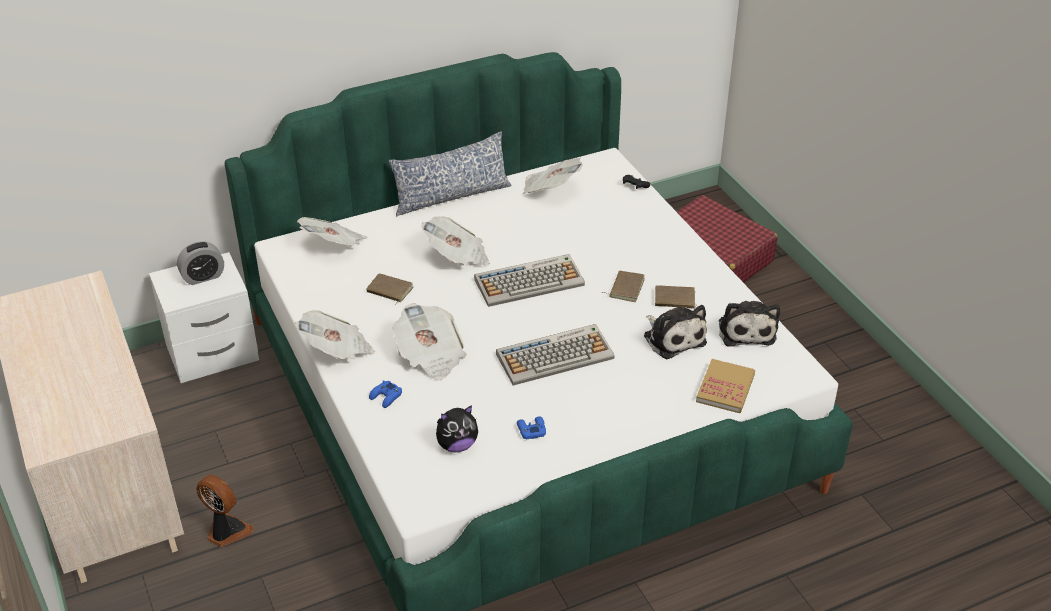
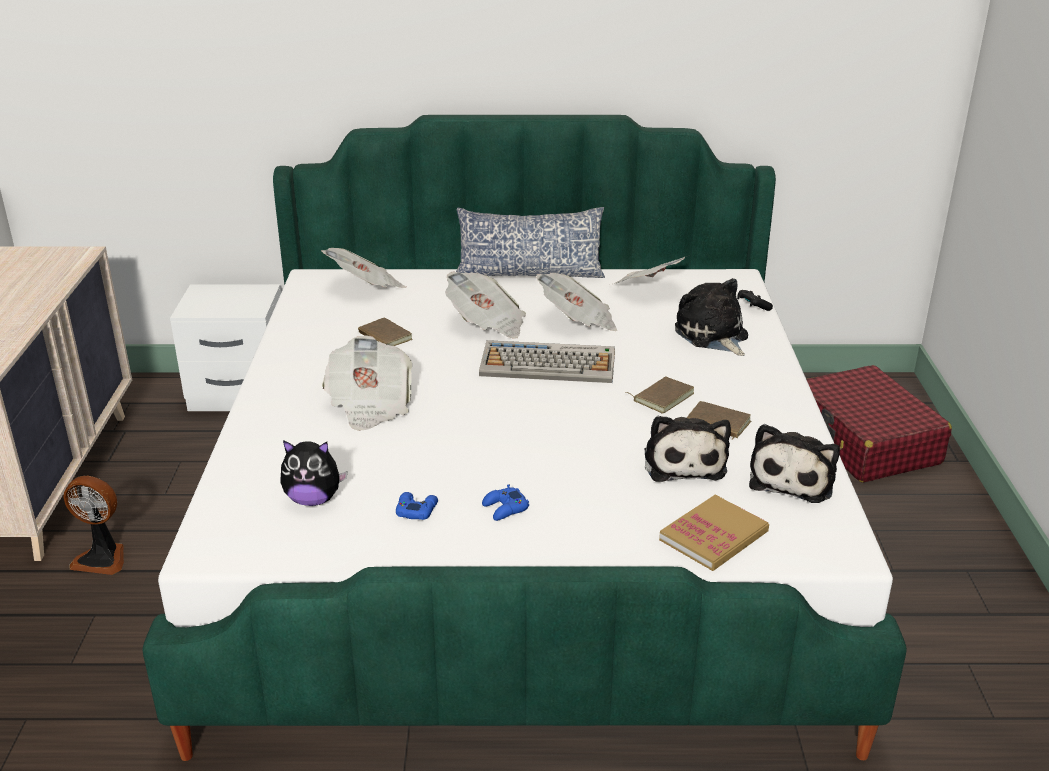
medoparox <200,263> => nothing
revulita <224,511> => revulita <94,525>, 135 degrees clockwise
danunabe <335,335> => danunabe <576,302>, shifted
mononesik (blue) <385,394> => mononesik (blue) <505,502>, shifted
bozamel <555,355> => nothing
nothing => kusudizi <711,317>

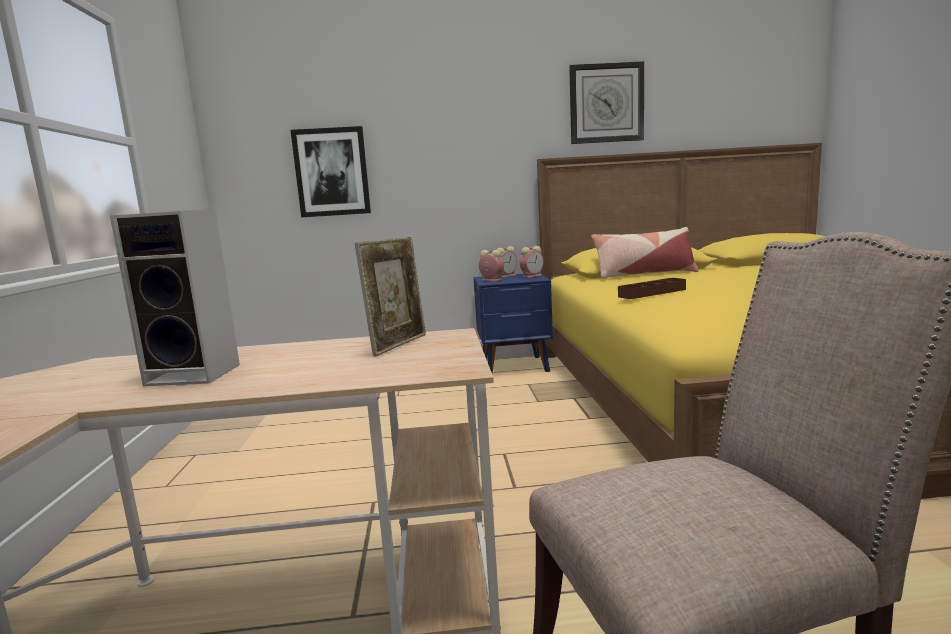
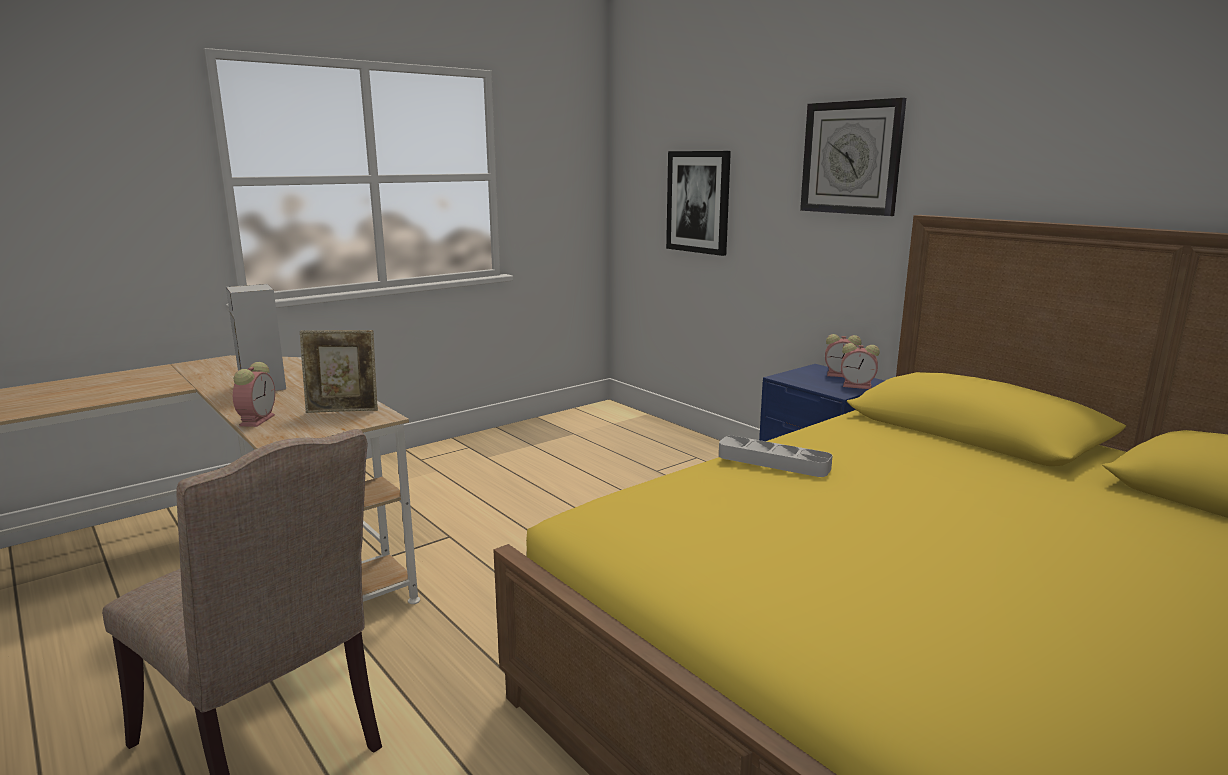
medoparox <491,265> => medoparox <254,394>, shifted
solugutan <606,102> => solugutan <853,157>, shifted
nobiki <645,253> => nothing
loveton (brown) <652,288> => loveton (grey) <776,456>

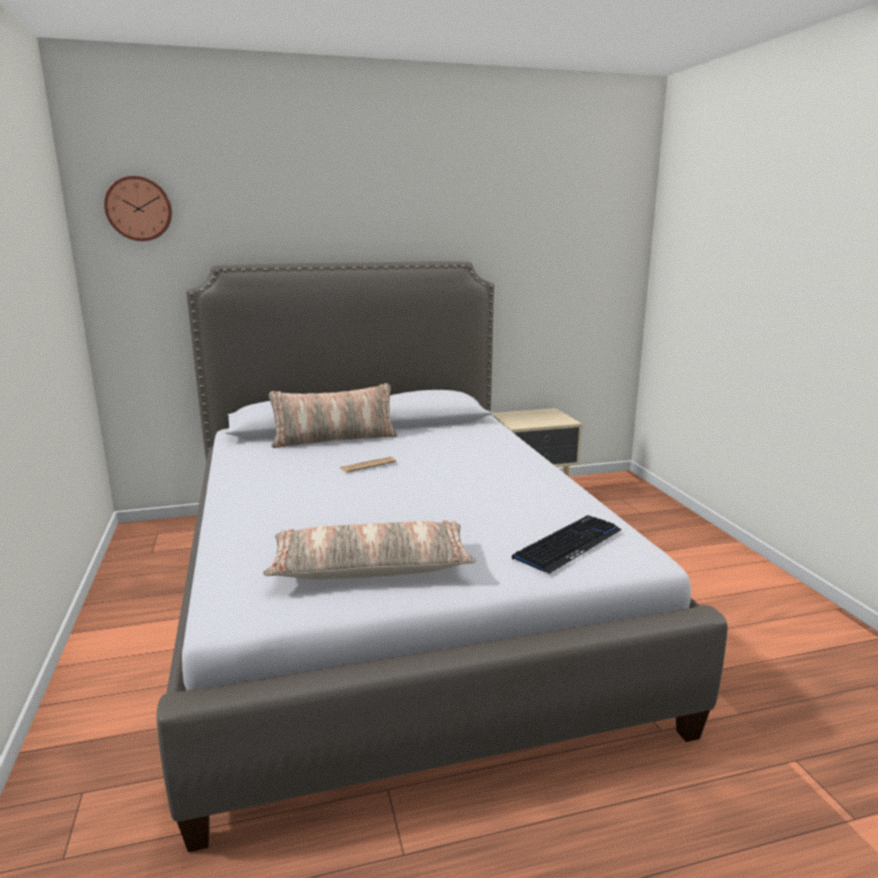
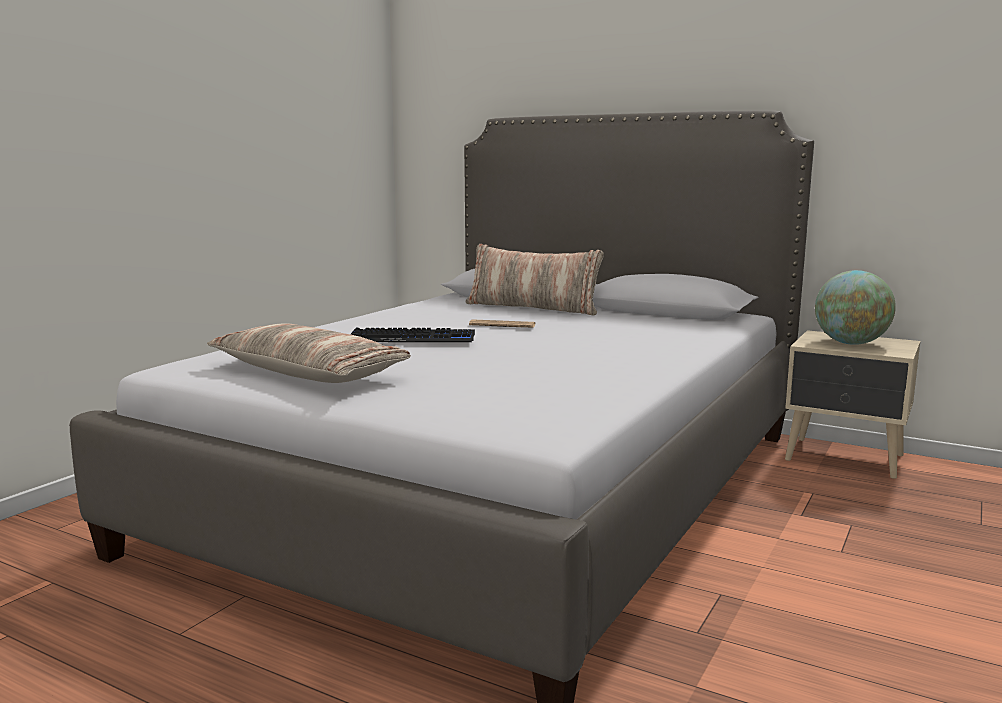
solugutan <138,208> => nothing
bozamel <566,544> => bozamel <413,335>, shifted
nothing => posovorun <855,307>

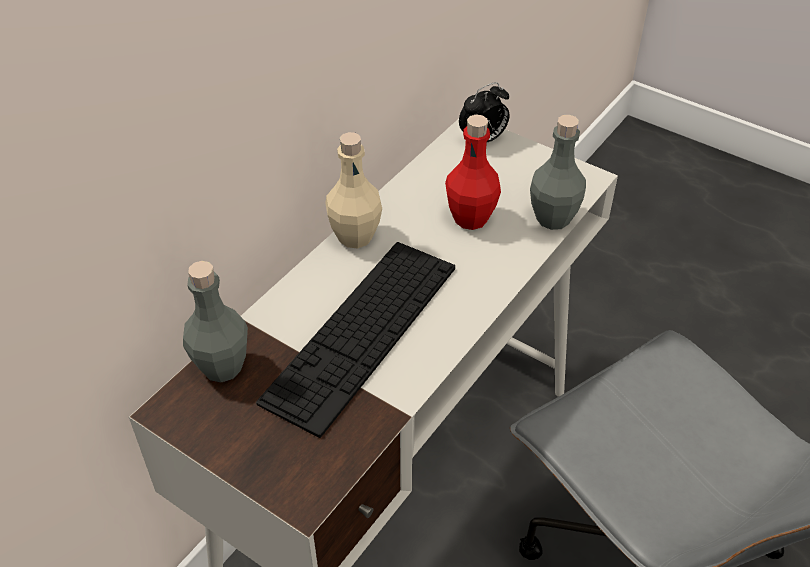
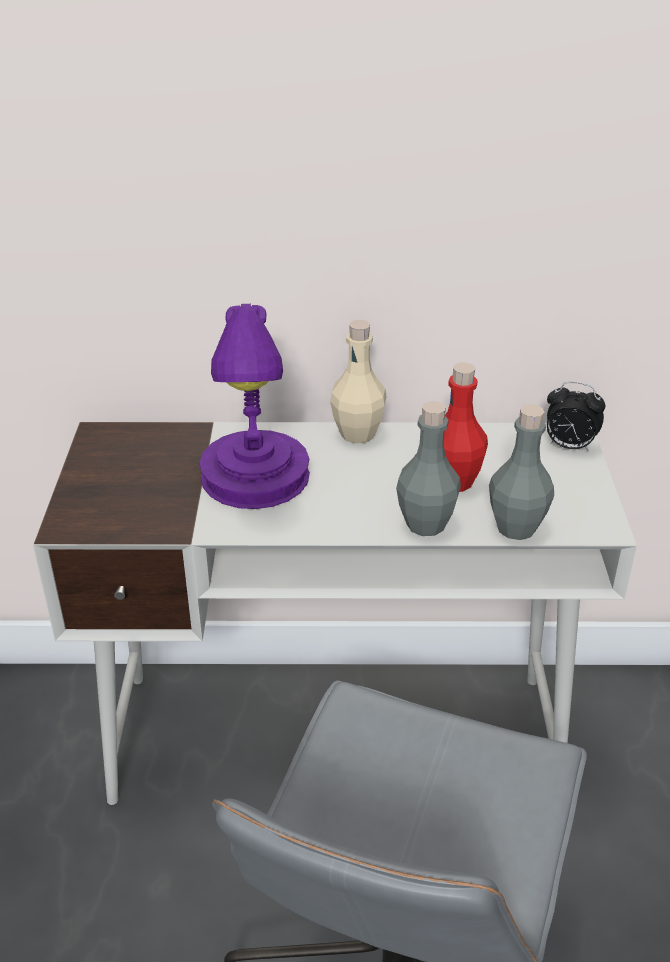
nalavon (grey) <215,321> => nalavon (grey) <428,468>, shifted
bozamel <355,340> => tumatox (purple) <254,406>

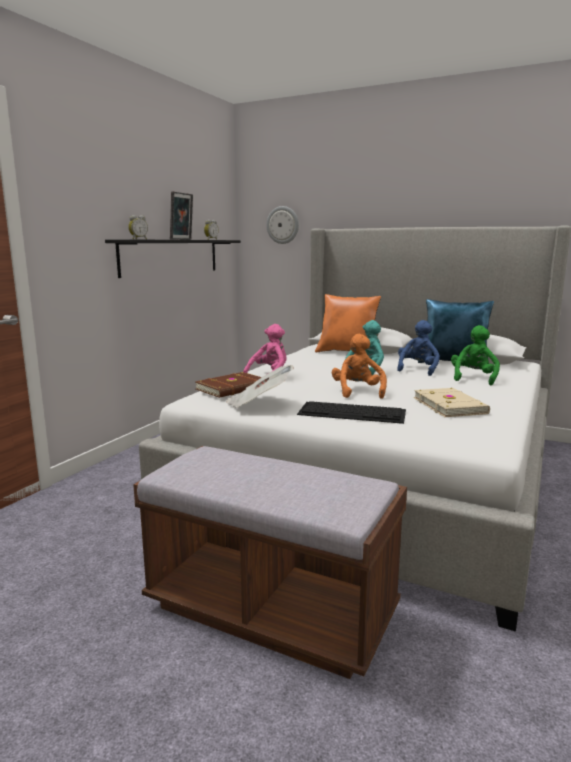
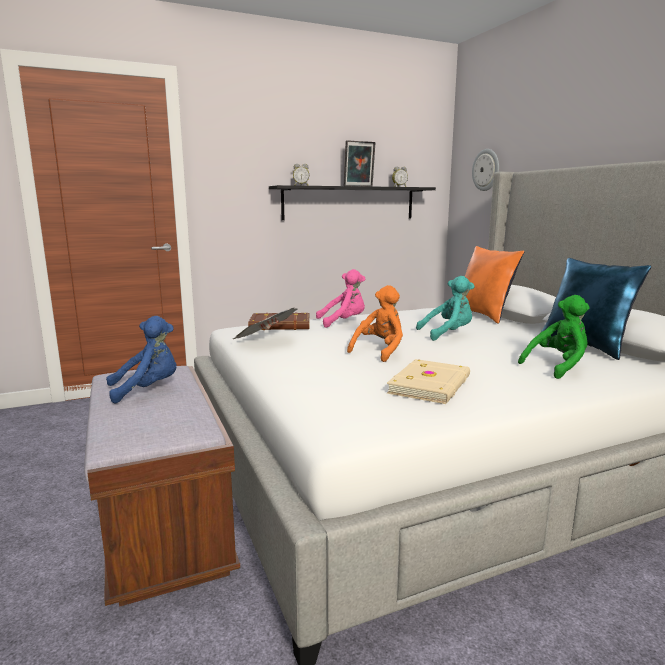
bozamel <351,412> => nothing
kusudizi (blue) <418,348> => kusudizi (blue) <141,360>, shifted

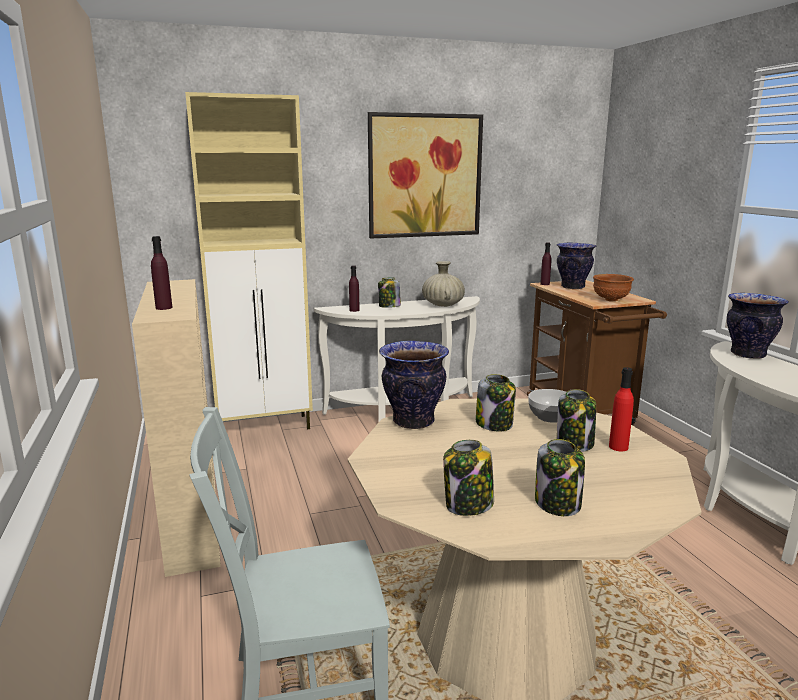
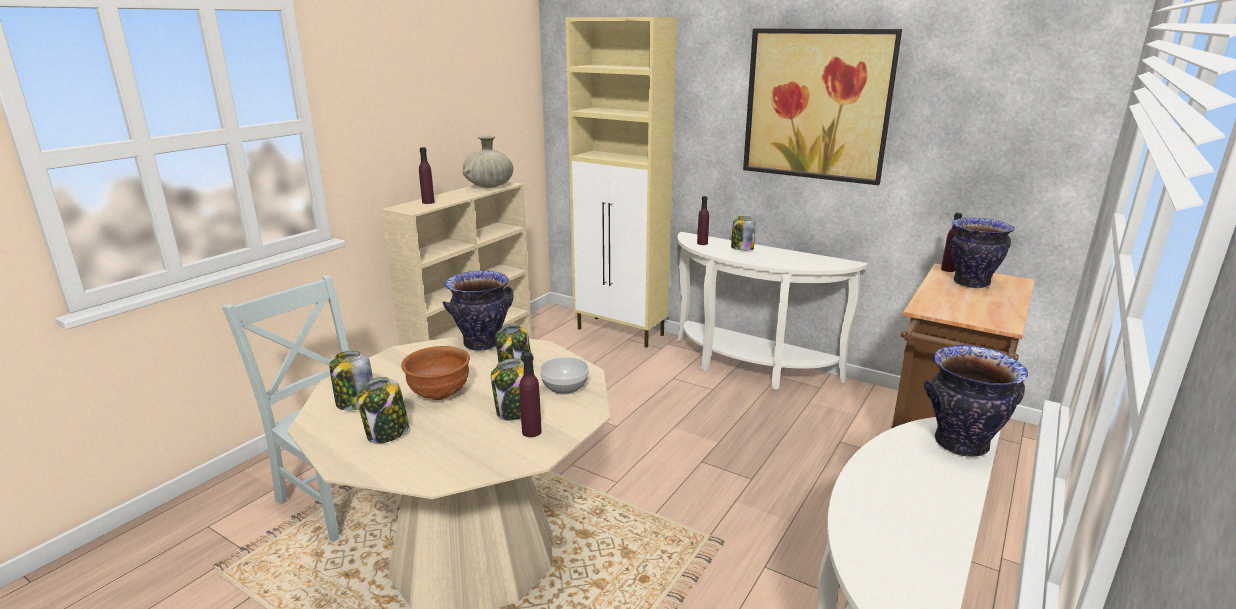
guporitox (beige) <443,284> => guporitox (beige) <488,161>, shifted
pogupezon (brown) <613,287> => pogupezon (brown) <435,373>, shifted
nalavon (red) <621,409> => nalavon (purple) <531,394>

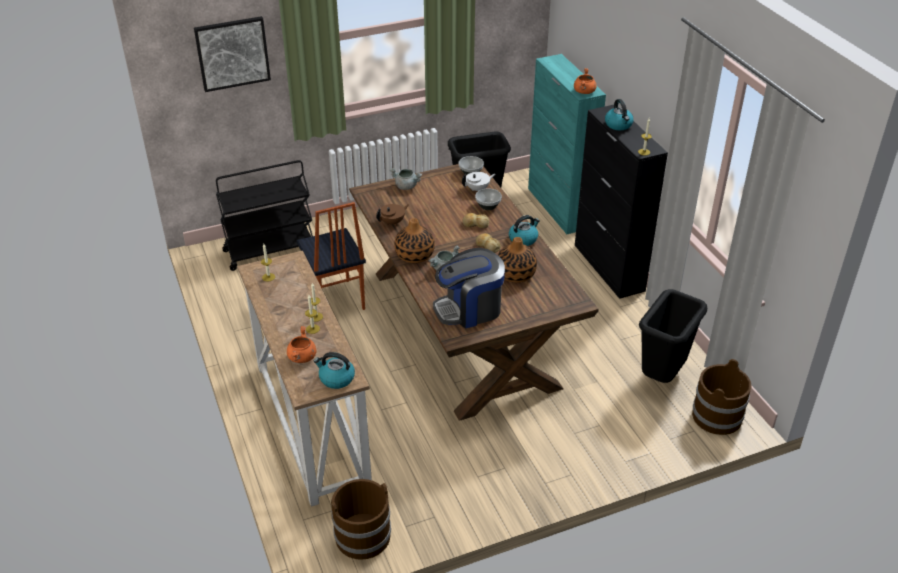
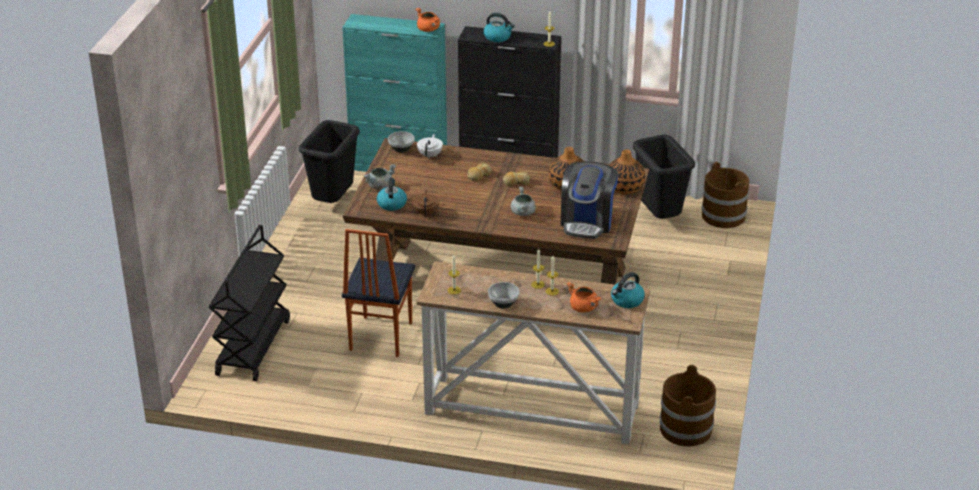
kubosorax <232,54> => nothing
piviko <331,256> => piviko <378,293>, 90 degrees clockwise
guporitox <414,240> => guporitox <627,171>, shifted
pogupezon <488,199> => pogupezon <504,295>, shifted
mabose <524,230> => mabose <392,194>, shifted

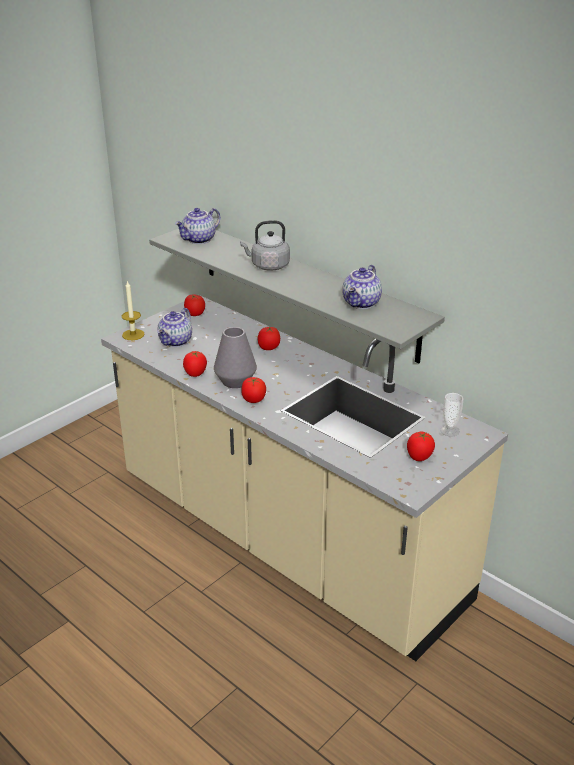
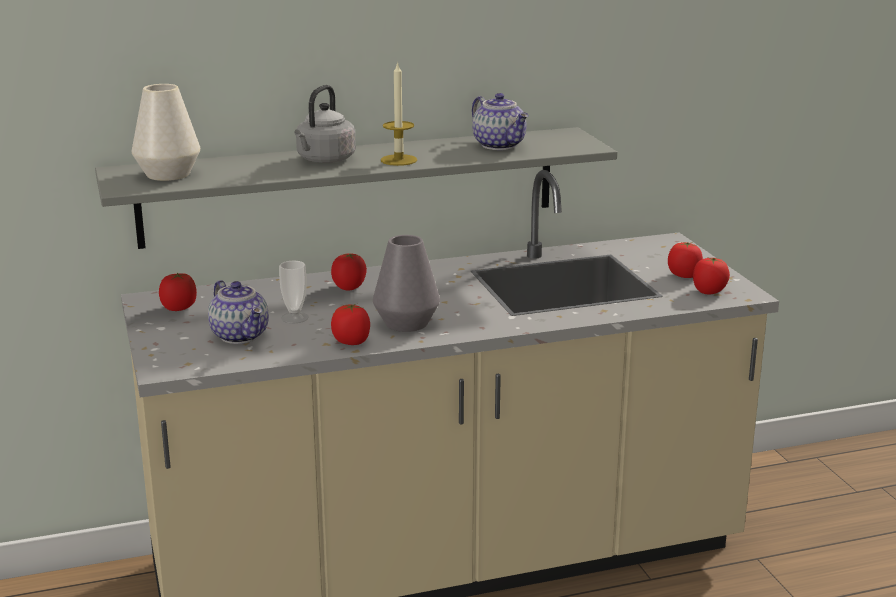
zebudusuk <133,310> => zebudusuk <399,113>, shifted
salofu <197,226> => guporitox (white) <166,132>
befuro <253,390> => befuro <711,275>, shifted
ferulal <451,414> => ferulal <294,292>, shifted

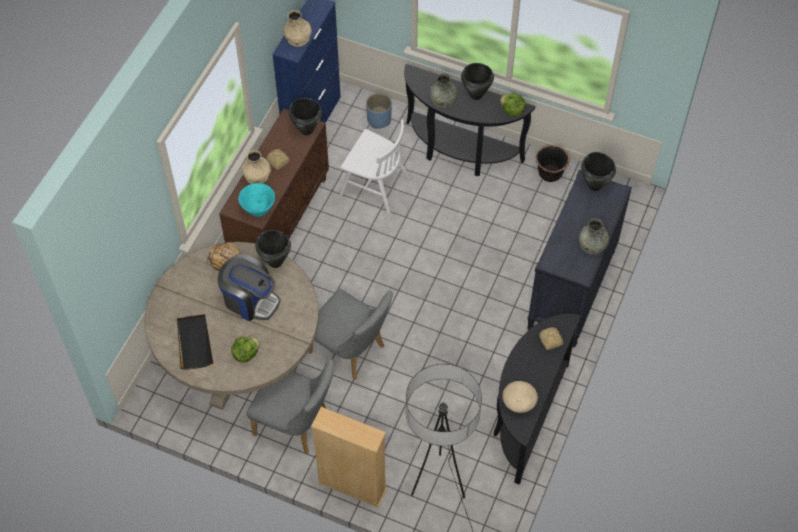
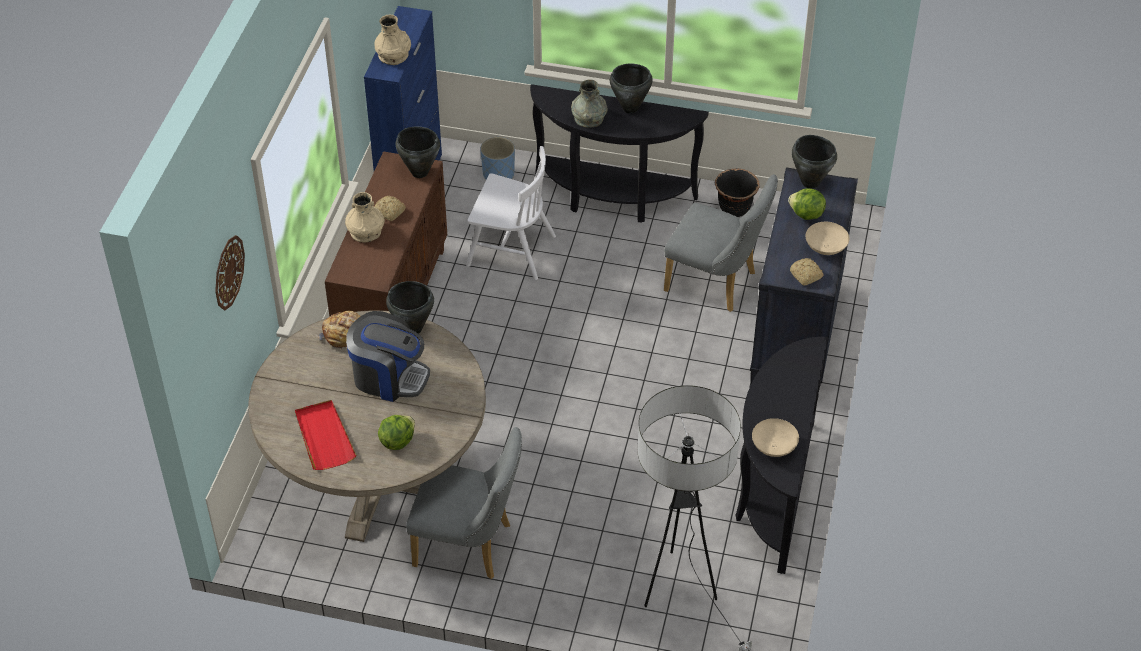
loveton (black) <195,342> => loveton (red) <326,435>
pogupezon (turquoise) <256,200> => nothing
piviko (grey) <350,334> => piviko (grey) <721,243>, shifted
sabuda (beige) <349,457> => nothing
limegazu <513,104> => limegazu <807,204>, shifted
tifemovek <551,338> => tifemovek <807,272>, shifted
guporitox (grey) <594,237> => pogupezon (beige) <827,238>
nothing => solugutan <230,272>

